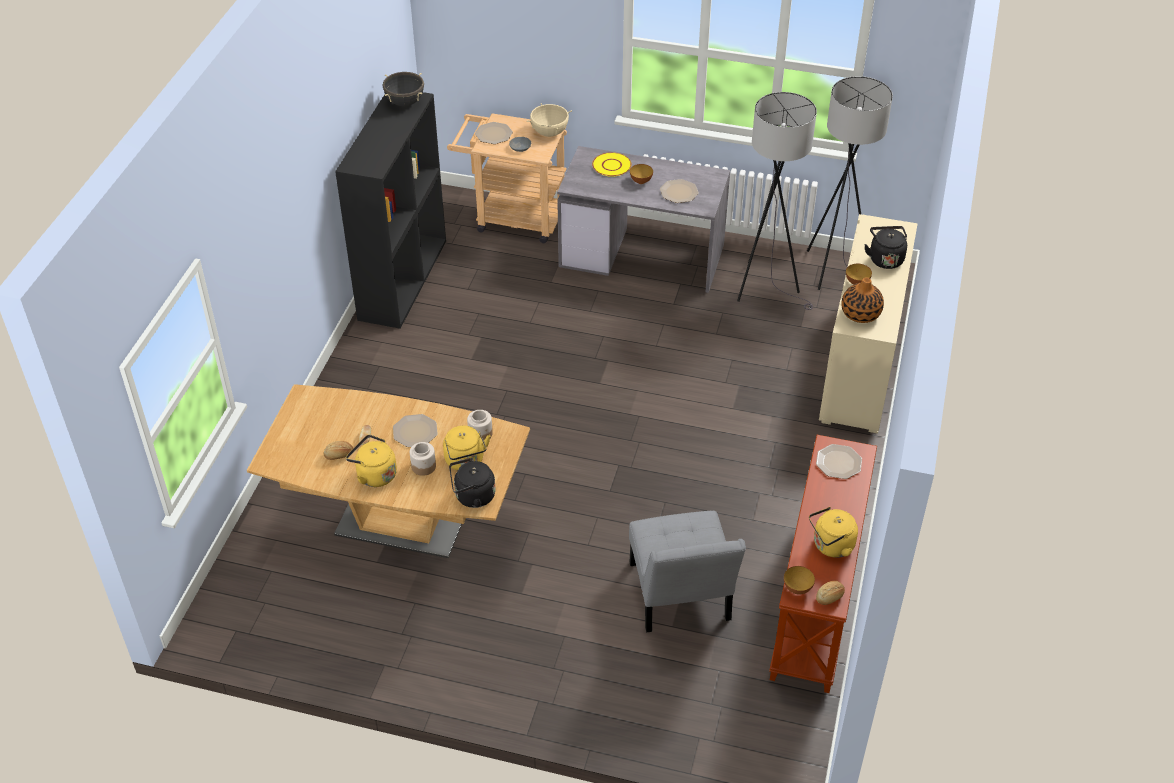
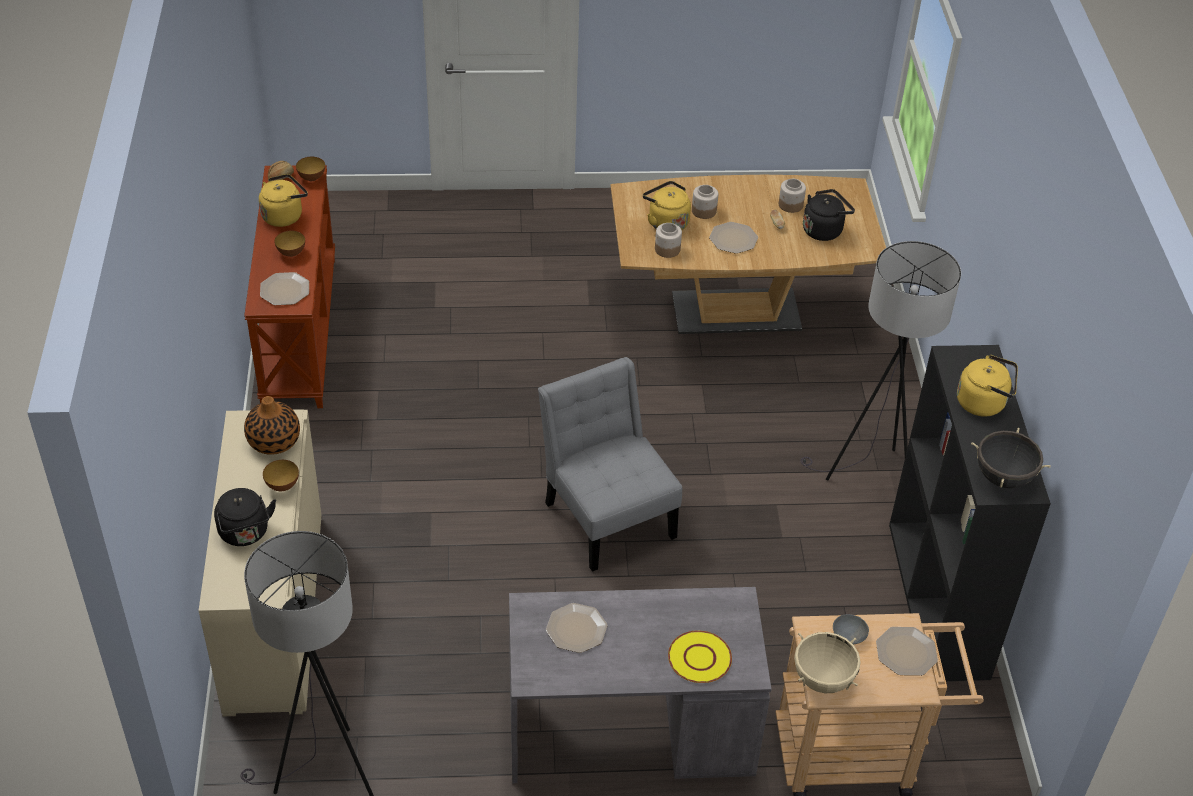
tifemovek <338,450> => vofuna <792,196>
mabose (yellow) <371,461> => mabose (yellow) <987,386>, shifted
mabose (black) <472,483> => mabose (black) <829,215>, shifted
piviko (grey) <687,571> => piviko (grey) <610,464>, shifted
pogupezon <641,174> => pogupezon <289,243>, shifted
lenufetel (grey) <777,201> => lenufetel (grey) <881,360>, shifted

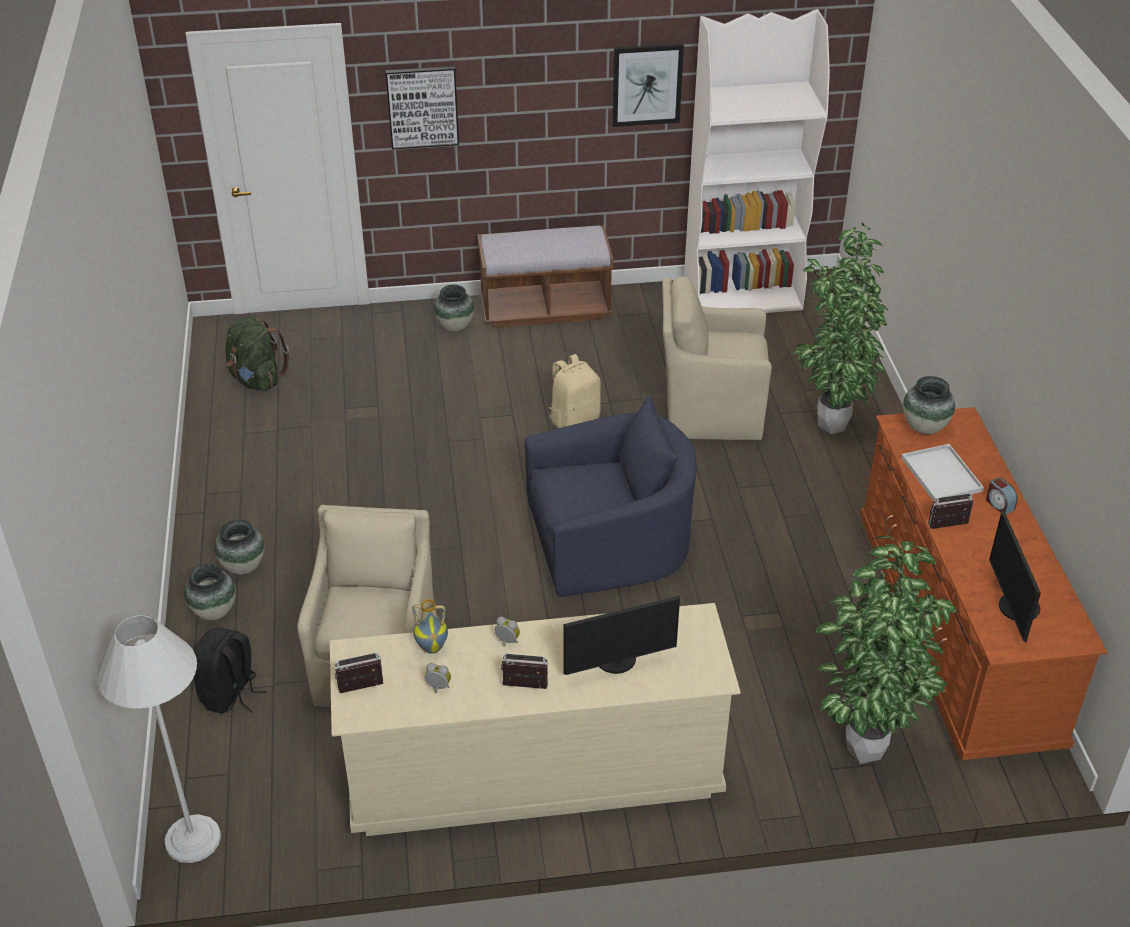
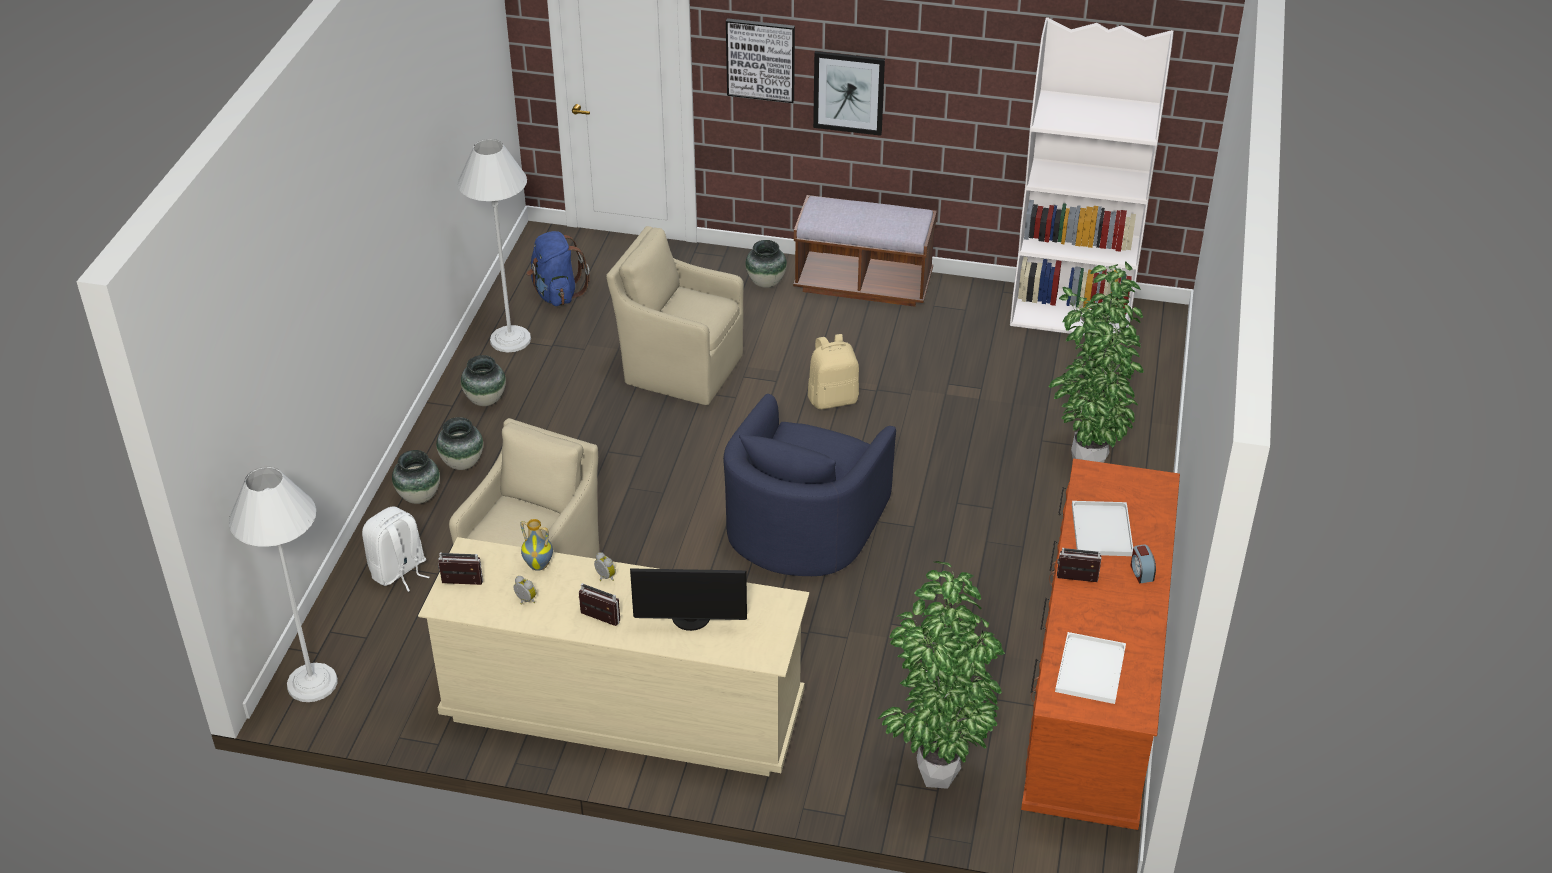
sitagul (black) <230,670> => sitagul (white) <395,549>
sitagul (green) <257,354> => sitagul (blue) <558,268>
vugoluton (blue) <610,496> => vugoluton (blue) <809,485>, 105 degrees clockwise
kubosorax <648,85> => kubosorax <849,93>, shifted
vugoluton (beige) <717,358> => vugoluton (beige) <675,315>, shifted
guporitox <929,405> => guporitox <483,380>, shifted
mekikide <1015,576> => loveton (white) <1090,668>
nothing => lenufetel (white) <494,246>

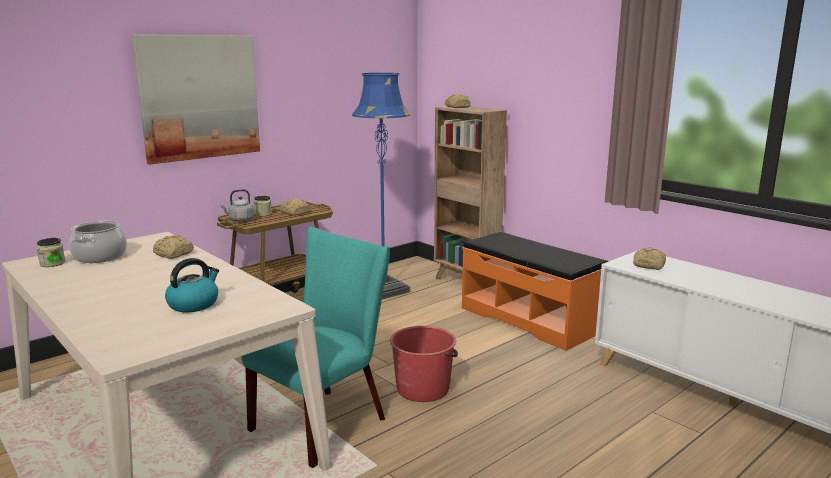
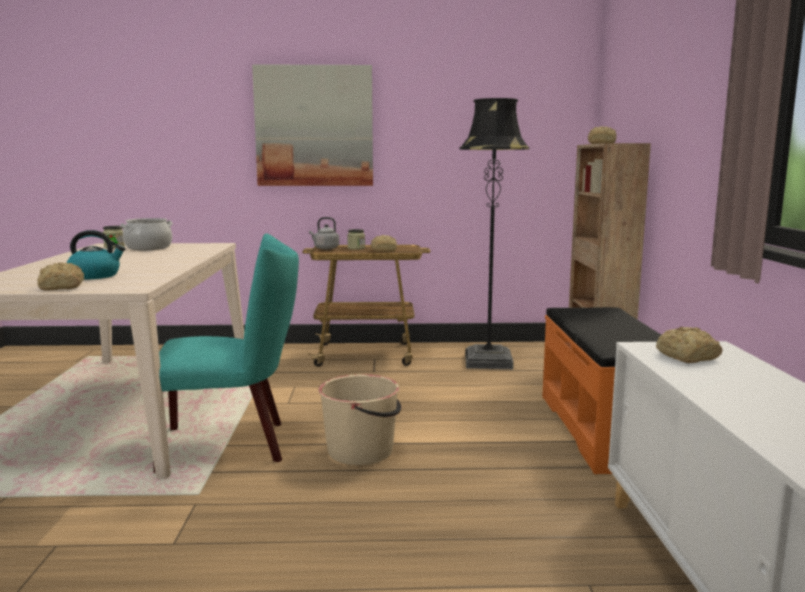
tifemovek <173,247> => tifemovek <60,276>, shifted
lenufetel (blue) <381,186> => lenufetel (black) <494,233>
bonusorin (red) <424,364> => bonusorin (beige) <360,419>

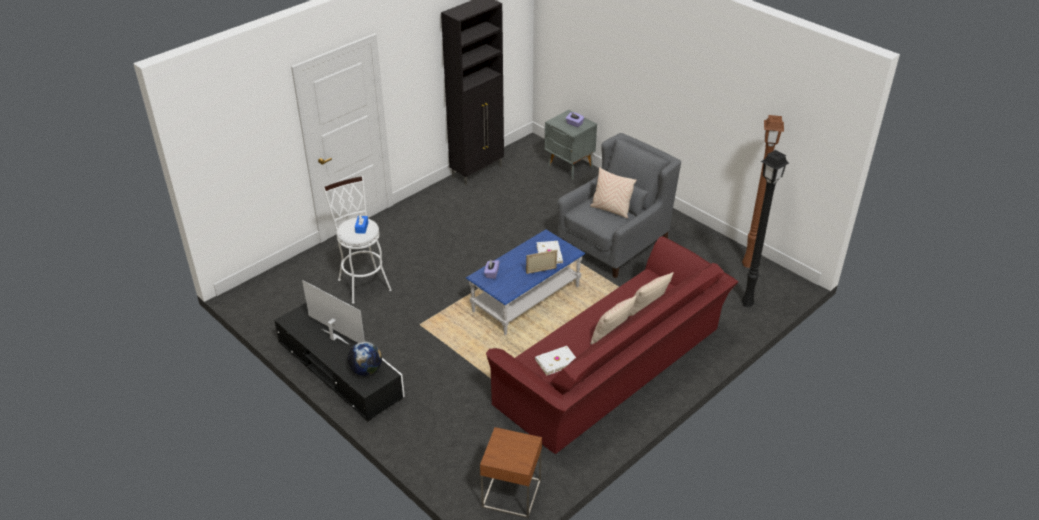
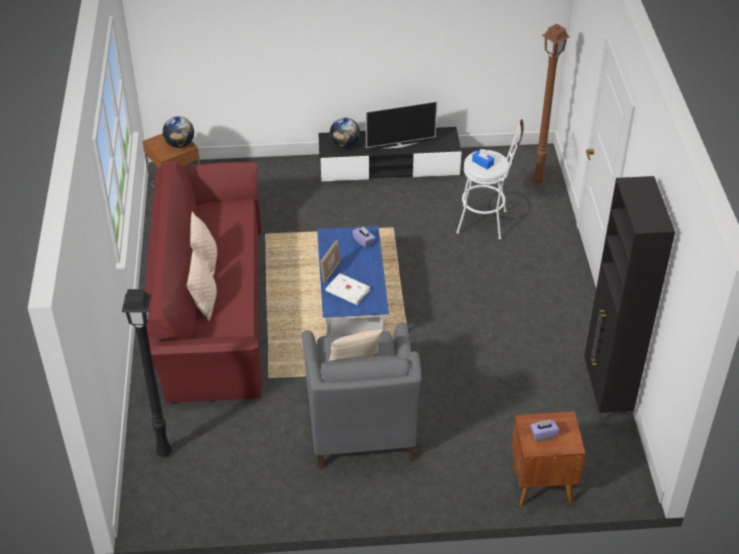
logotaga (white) <555,361> => nothing
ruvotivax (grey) <570,144> => ruvotivax (brown) <548,459>
lenufetel (brown) <763,191> => lenufetel (brown) <551,104>, shifted
nothing => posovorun <178,132>

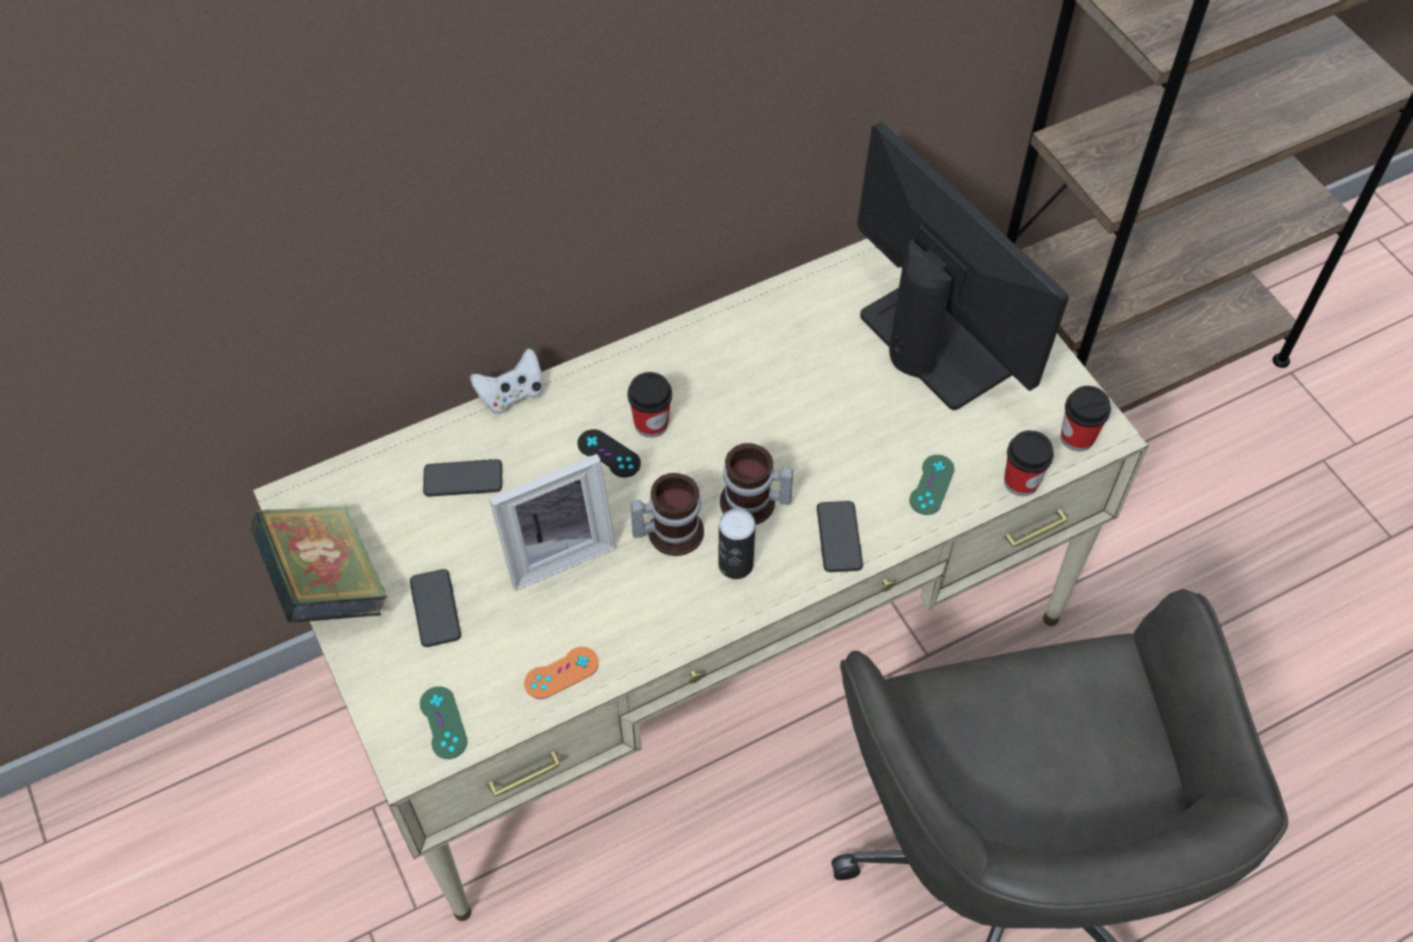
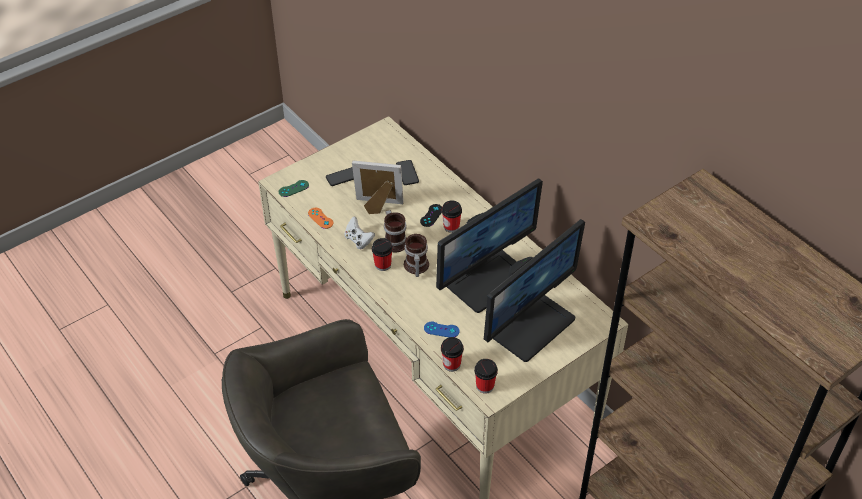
logotaga <319,564> => nothing
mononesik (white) <506,381> => mononesik (white) <359,232>, shifted
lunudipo <552,522> => lunudipo <378,187>, 135 degrees clockwise
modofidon <737,543> => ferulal <382,254>
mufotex <840,536> => nothing
mononesik (green) <932,485> => mononesik (blue) <442,329>
nothing => mekikide <489,245>

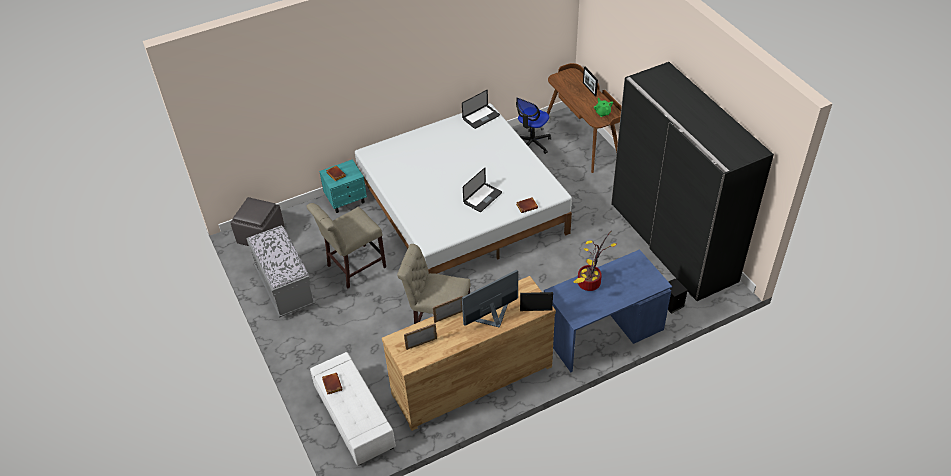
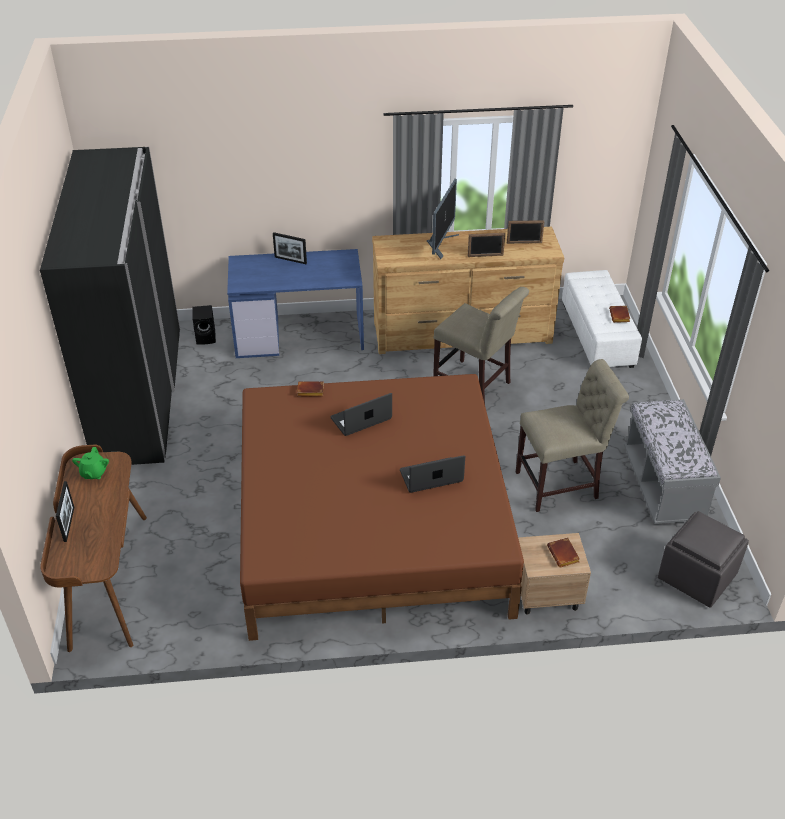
ruvotivax (turquoise) <343,186> => ruvotivax (beige) <554,574>
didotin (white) <463,188> => didotin (brown) <382,507>
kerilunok <481,109> => kerilunok <432,474>, shifted
mekikide <490,299> => mekikide <443,219>, 60 degrees counterclockwise
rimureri <533,126> => nothing
lunudipo <536,301> => lunudipo <290,248>, shifted
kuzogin <594,261> => nothing

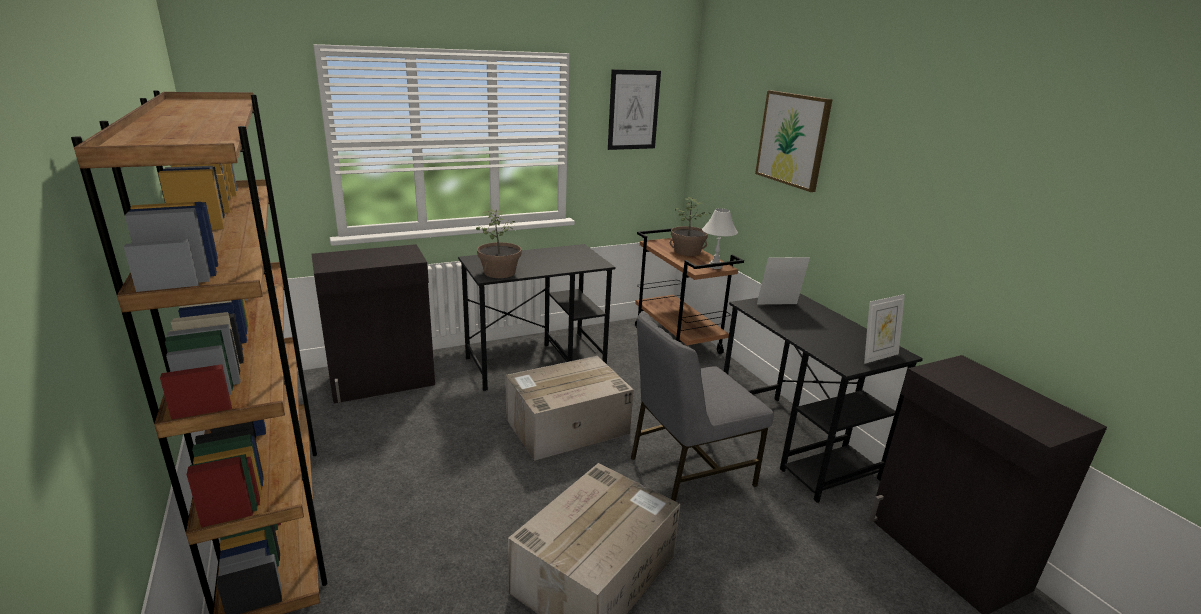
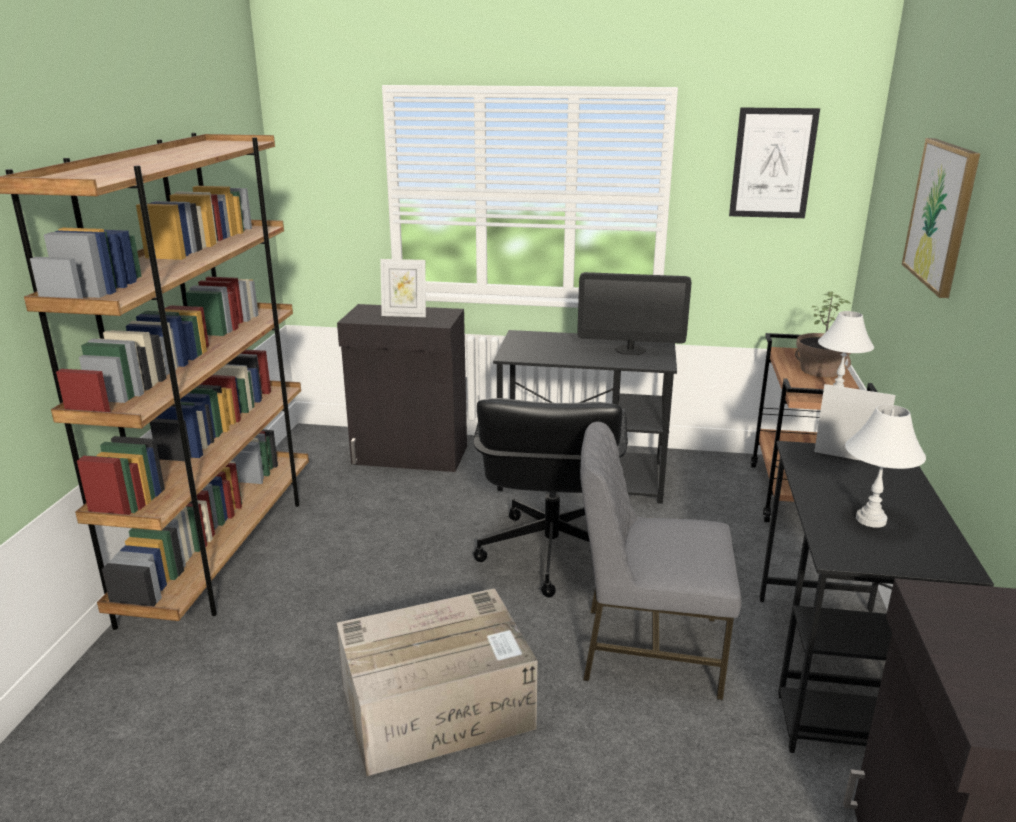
kuzogin <499,243> => nothing
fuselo <569,408> => rimureri (black) <550,497>
lunudipo <884,329> => lunudipo <403,288>, shifted
nothing => mekikide <634,313>
nothing => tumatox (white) <885,466>

